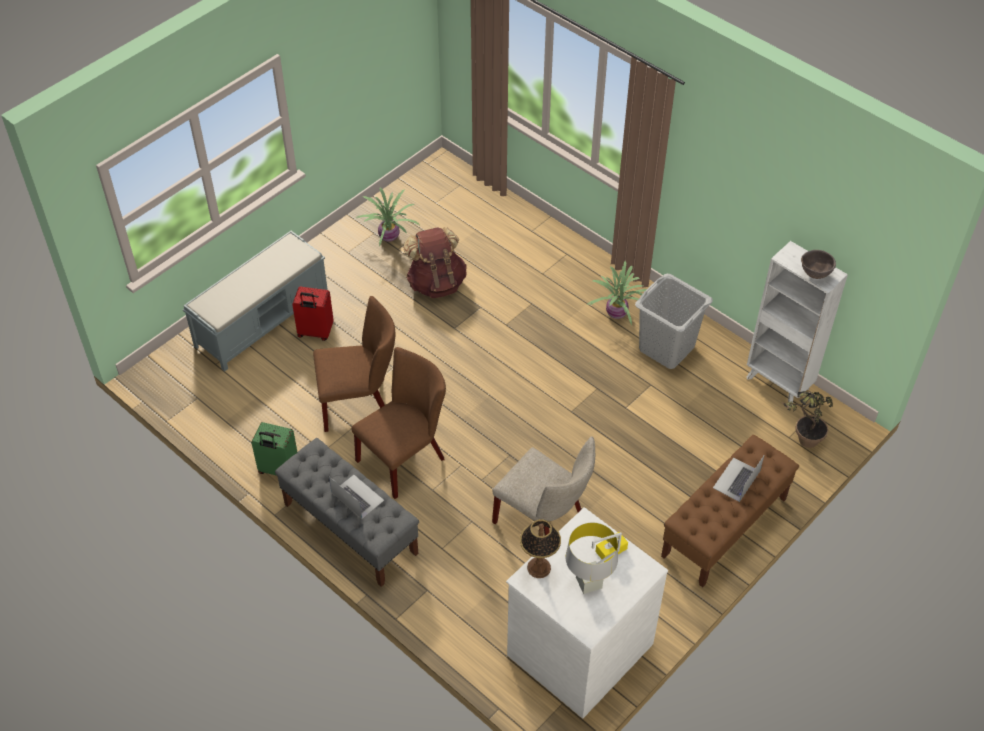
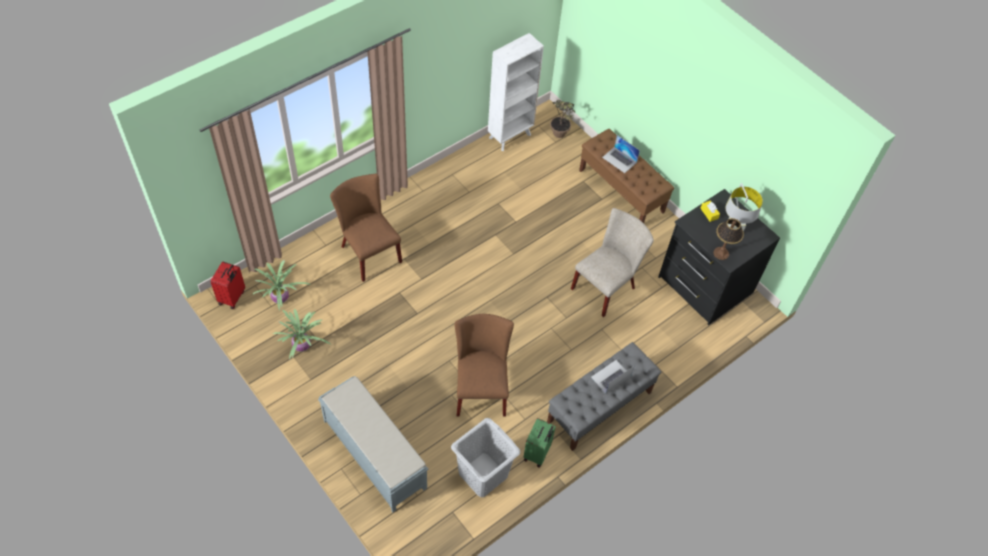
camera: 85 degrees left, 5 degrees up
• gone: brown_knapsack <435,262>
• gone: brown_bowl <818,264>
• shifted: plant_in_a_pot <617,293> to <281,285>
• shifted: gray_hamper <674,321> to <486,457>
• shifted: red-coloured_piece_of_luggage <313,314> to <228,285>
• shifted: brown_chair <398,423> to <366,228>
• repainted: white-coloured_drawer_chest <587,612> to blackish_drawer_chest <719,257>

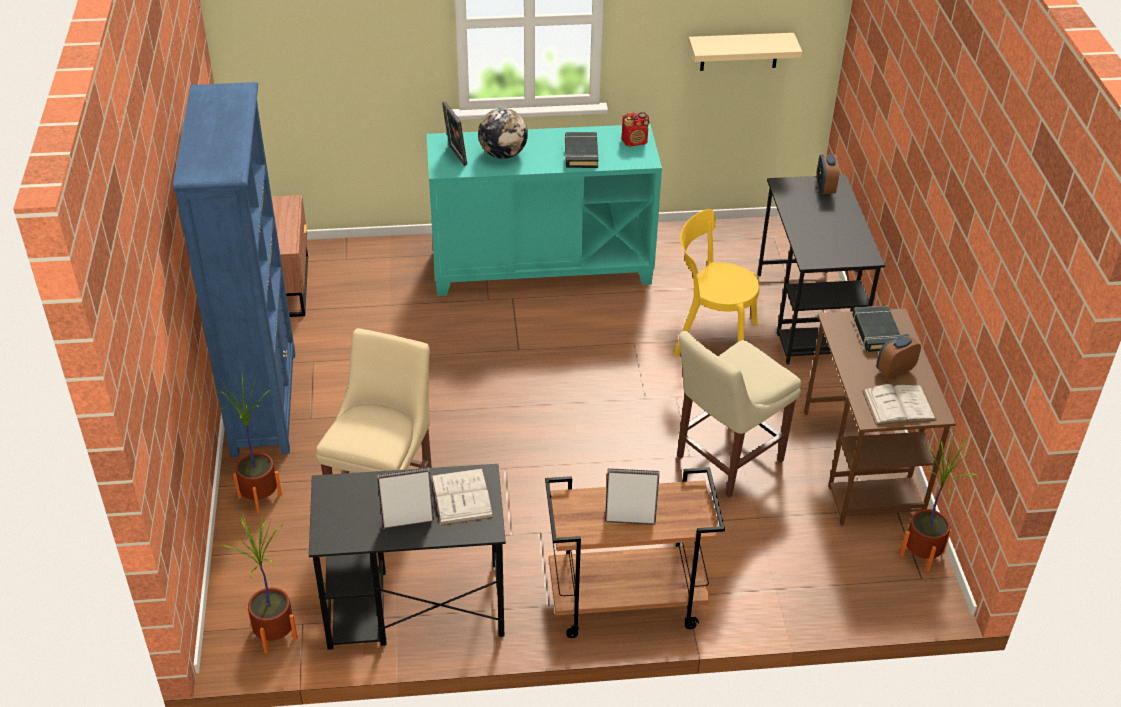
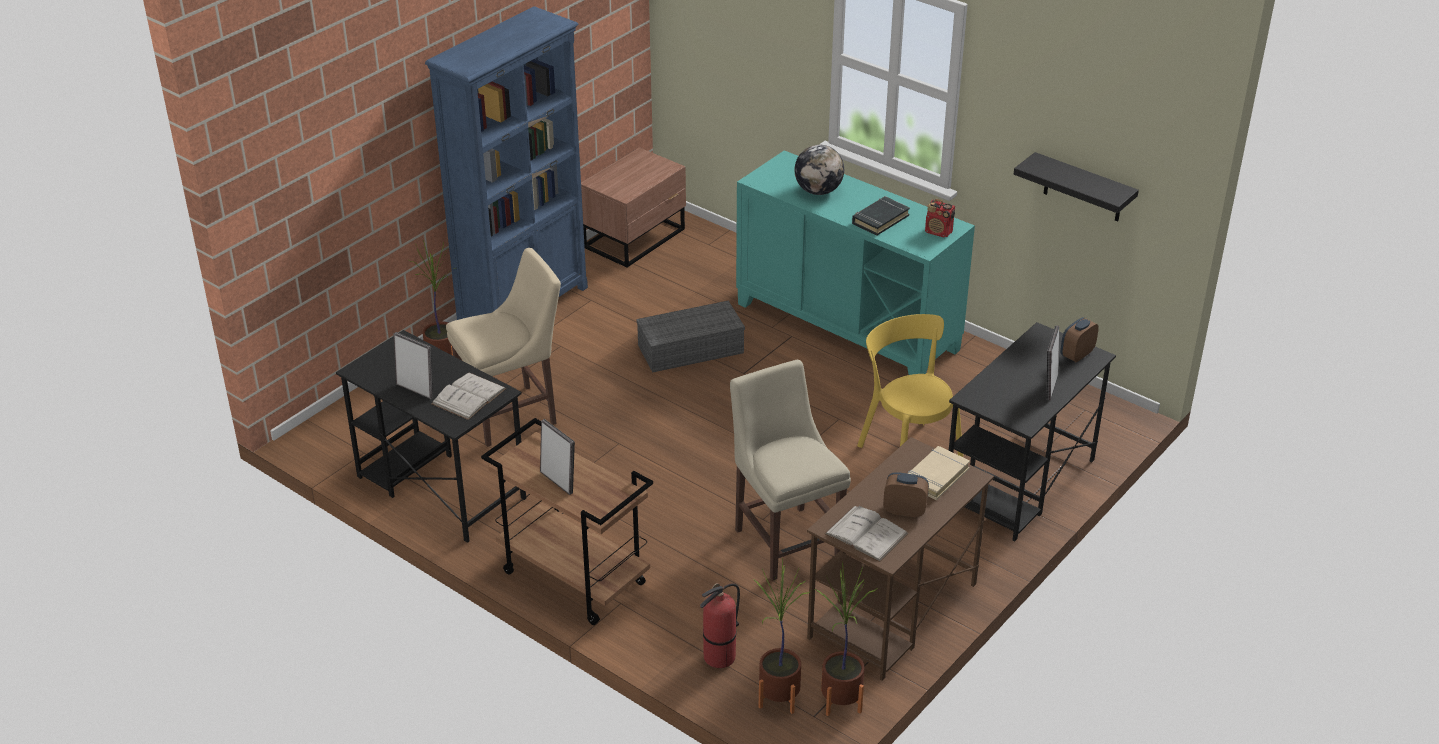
camera: 45 degrees right, 5 degrees down
• repainted: sand-coloured_bracket_shelf <745,52> to blackish_bracket_shelf <1076,187>
• shifted: photo_frame <454,133> to <1052,363>
• repainted: blackish_book <876,329> to sand-coloured_book <939,473>
• rotated: sand-coloured_chair <739,414> = <790,470> 60 degrees clockwise
• shifted: plant_in_a_pot <260,581> to <782,636>
• new: gray_storage_box <690,336>
• new: fire-fighting_cylinder <720,625>

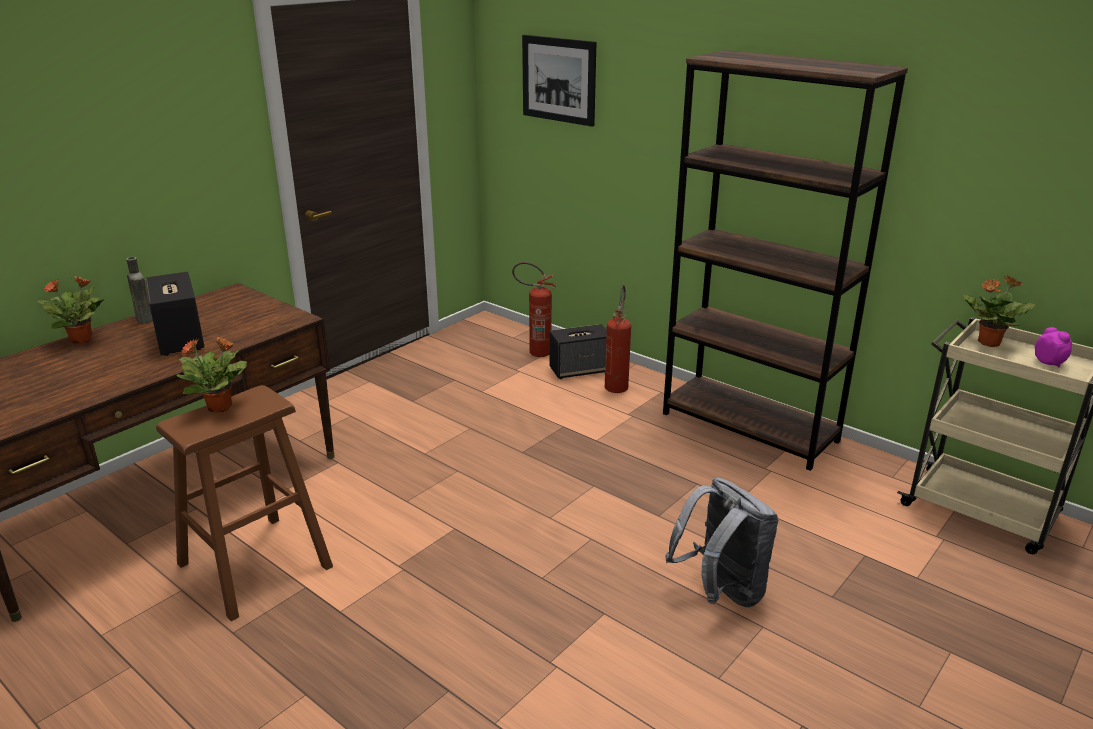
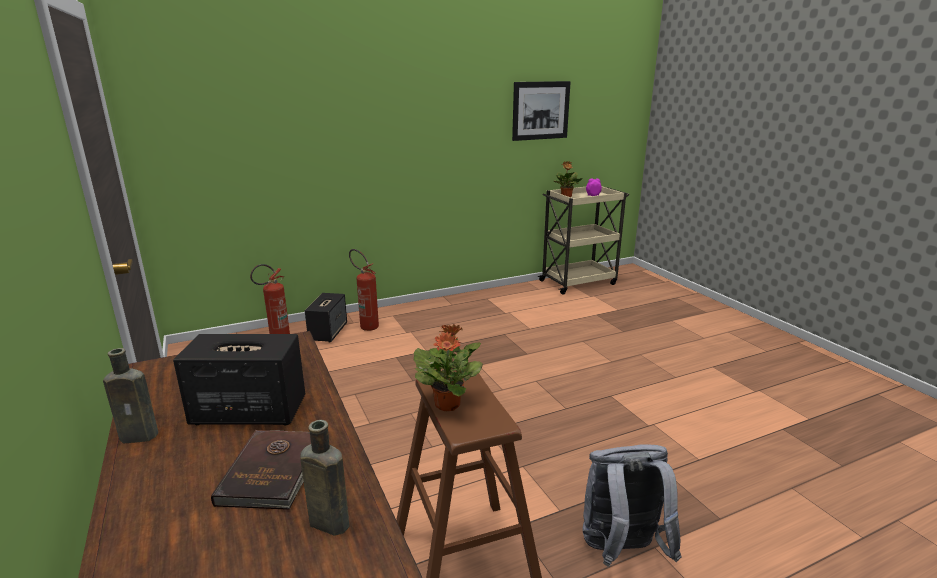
camera: 65 degrees left, 5 degrees down
• shifted: picture <559,81> to <541,111>
• gone: brown_bookcase <785,260>
• gone: plant_in_a_pot <70,310>
• shifted: gray_knapsack <722,542> to <632,505>
• new: brown_drink_bottle <325,478>
• new: brown_book <261,470>

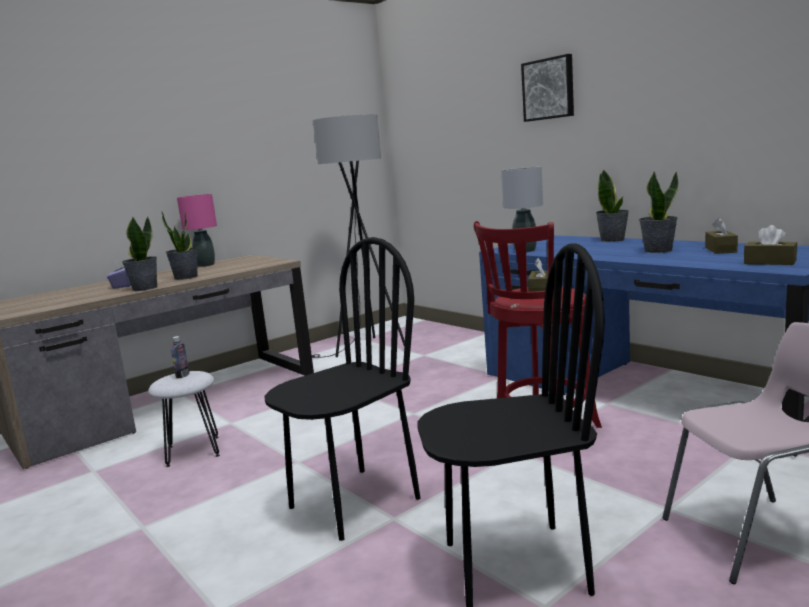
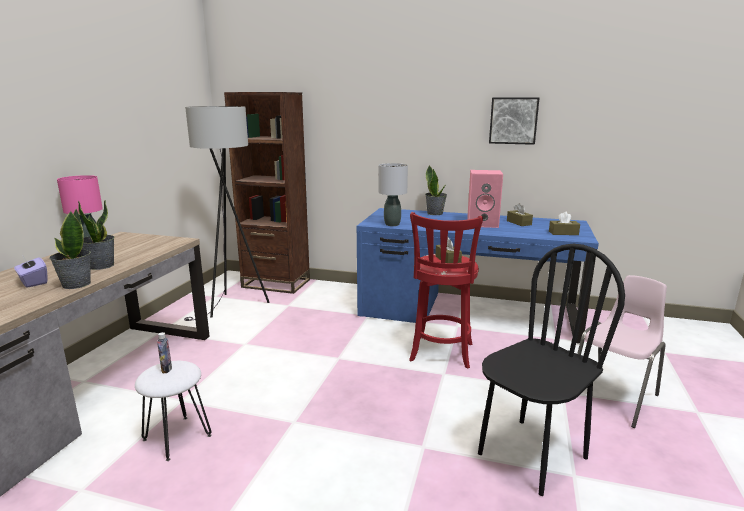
camera: 35 degrees left, 5 degrees up
• shifted: picture <547,88> to <514,121>
• swapped: plant_in_a_pot <658,212> to pinkish_loudspeaker <485,199>
• gone: blackish_chair <342,389>
• new: brown_bookcase <267,193>

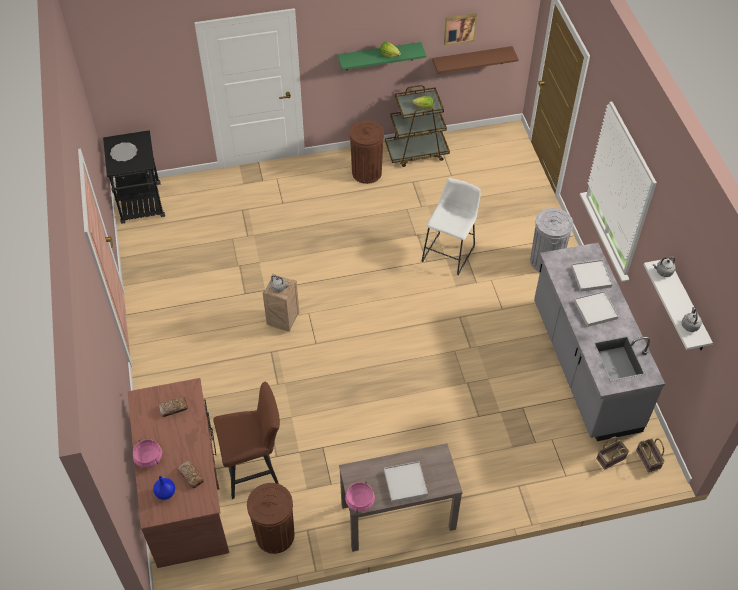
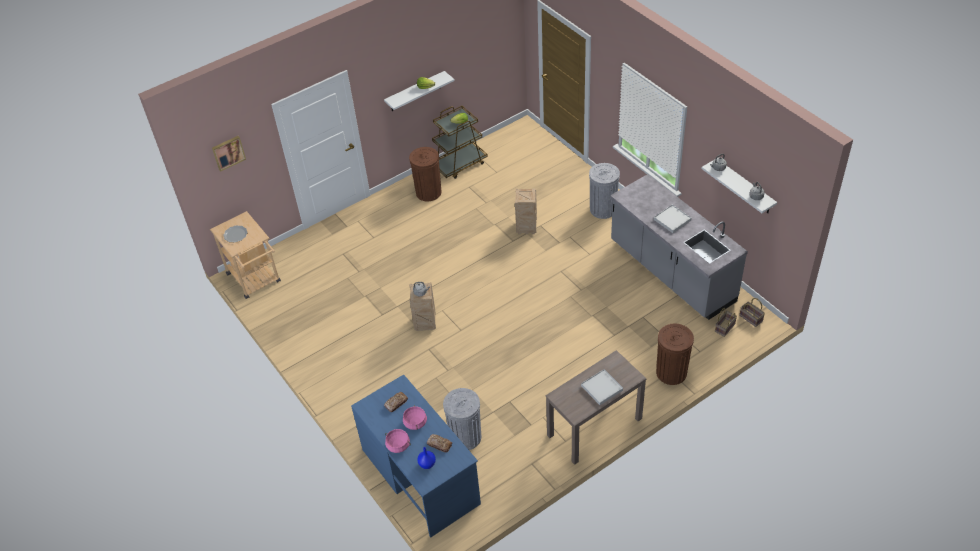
camera: 20 degrees left, 5 degrees down
• shifted: picture <460,29> to <229,154>
• repainted: green-coloured_bracket_shelf <382,56> to white-coloured_bracket_shelf <419,91>
• gone: brown_bracket_shelf <475,60>
• repainted: blackish_trolley <134,177> to sand-coloured_trolley <245,255>
• swapped: white-coloured_stool <451,226> to crate <526,211>
• gone: white-coloured_serving_tray <592,276>
• repainted: brown_desk <178,473> to bluish_desk <416,456>
• swapped: brown_stool <246,440> to gray_rubbish_bin <462,419>
• shifted: pinkish_cooking_pot <360,497> to <415,417>
• shifted: brown_rubbish_bin <270,518> to <675,354>

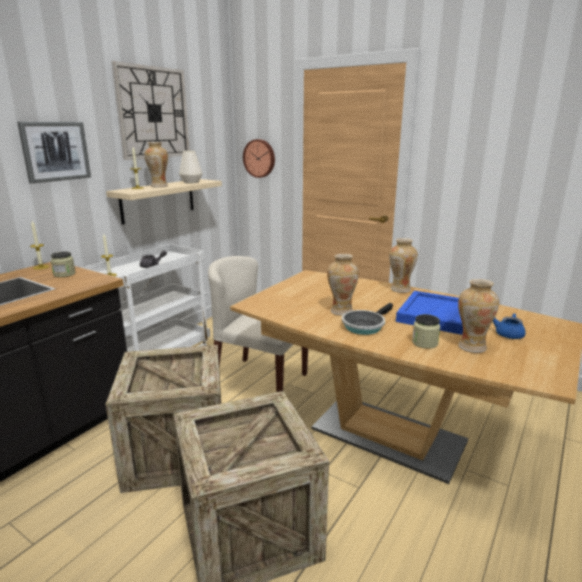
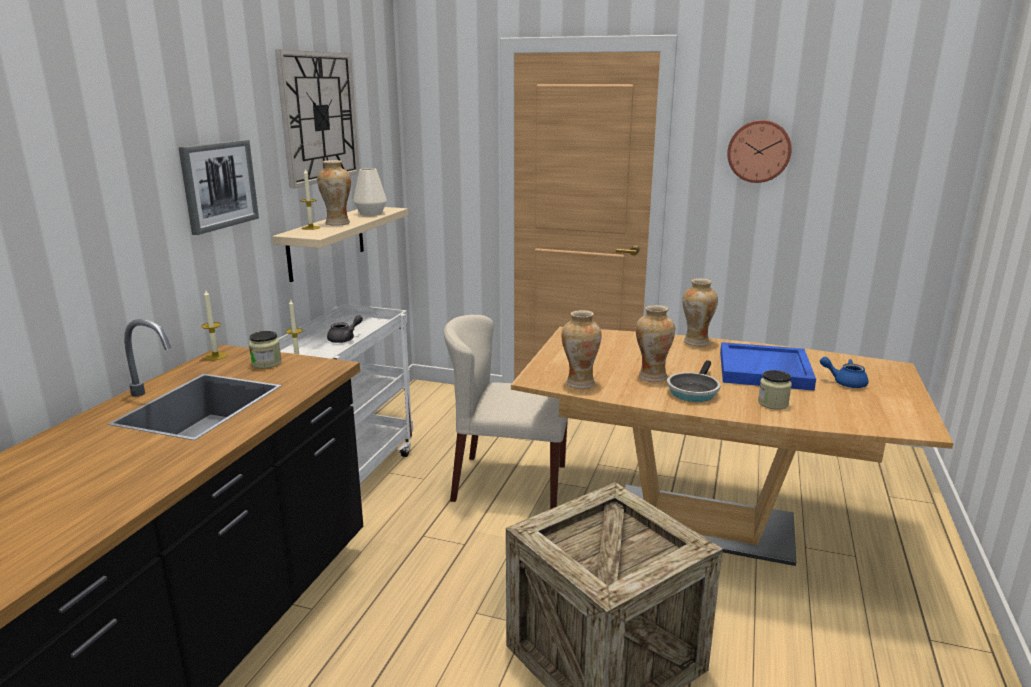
camera: 15 degrees left, 0 degrees up
• shifted: wall_clock <259,158> to <759,151>
• shifted: decorative_vase <478,316> to <581,349>
• gone: crate <163,419>

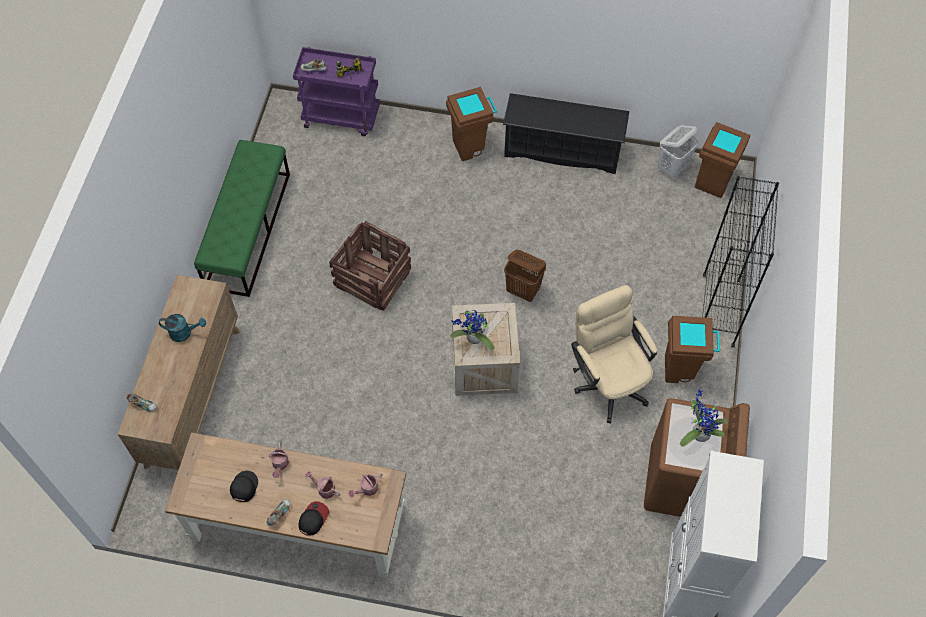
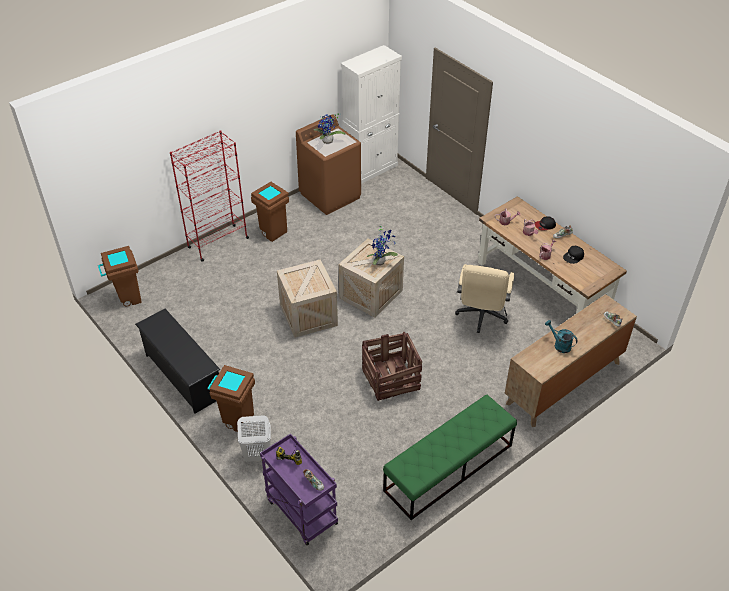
camera: 140 degrees left, 15 degrees down
• shifted: white-coloured_hamper <678,152> to <254,438>
• repainted: blackish_bookcase <740,262> to red-coloured_bookcase <209,196>
• swapped: brown_hamper <525,276> to crate <307,299>
• shifted: sand-coloured_computer_chair <614,354> to <484,298>

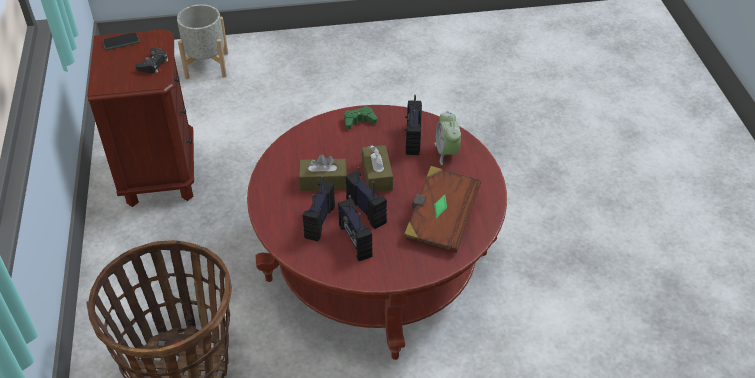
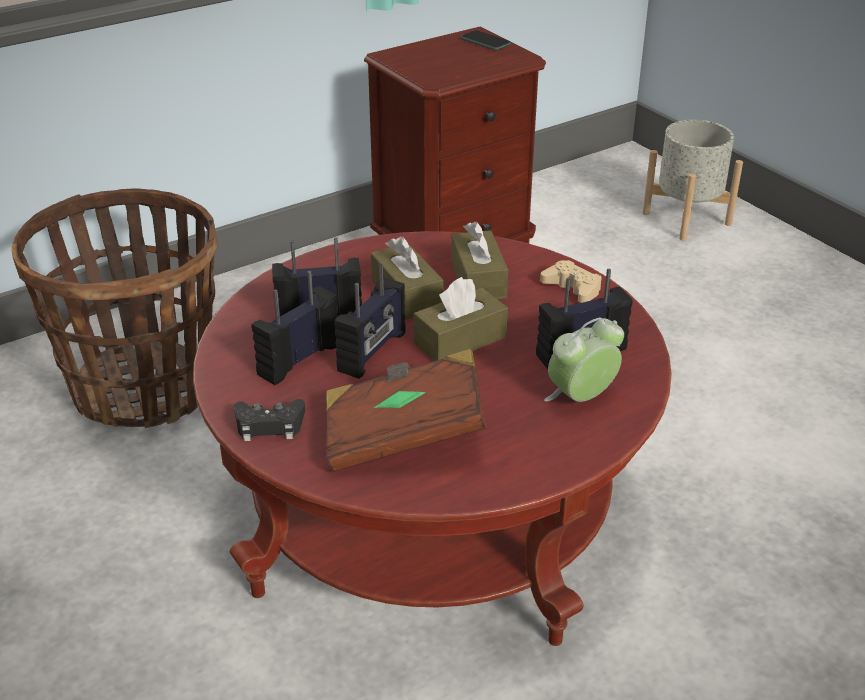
camera: 65 degrees right, 10 degrees down
• shifted: blackish_gamepad <151,61> to <269,420>
• repainted: green-coloured_gamepad <360,117> to sand-coloured_gamepad <571,281>
• new: brown_tissue_box <479,260>

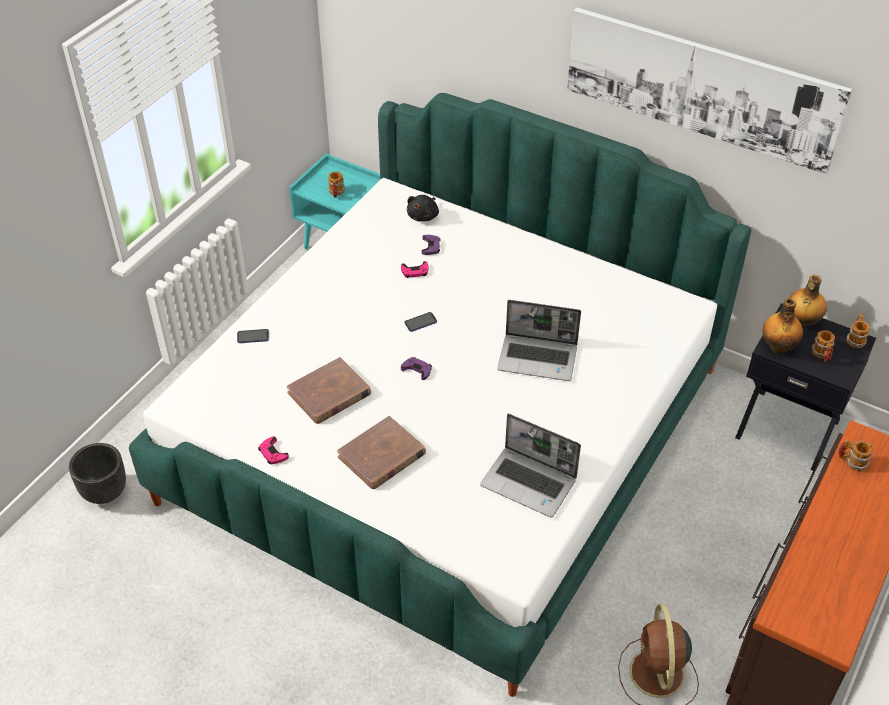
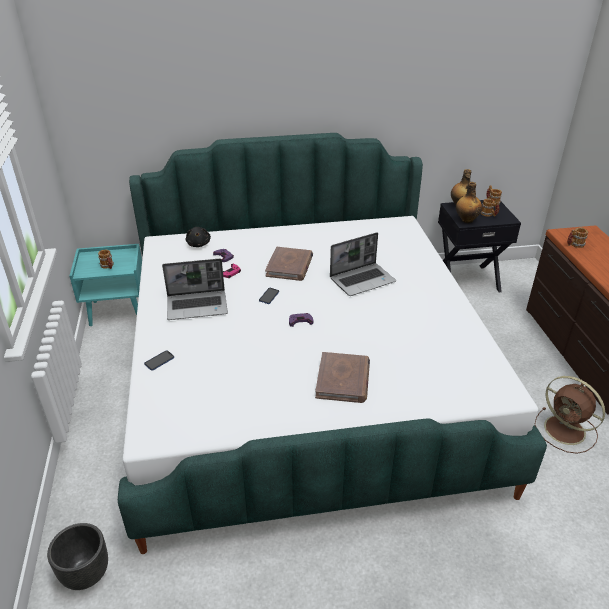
camera: 40 degrees left, 10 degrees down
• gone: picture <709,91>
• shifted: brown_book <329,390> to <289,264>
• shifted: laptop <530,465> to <195,289>
• gone: pinkish_gamepad <273,450>

